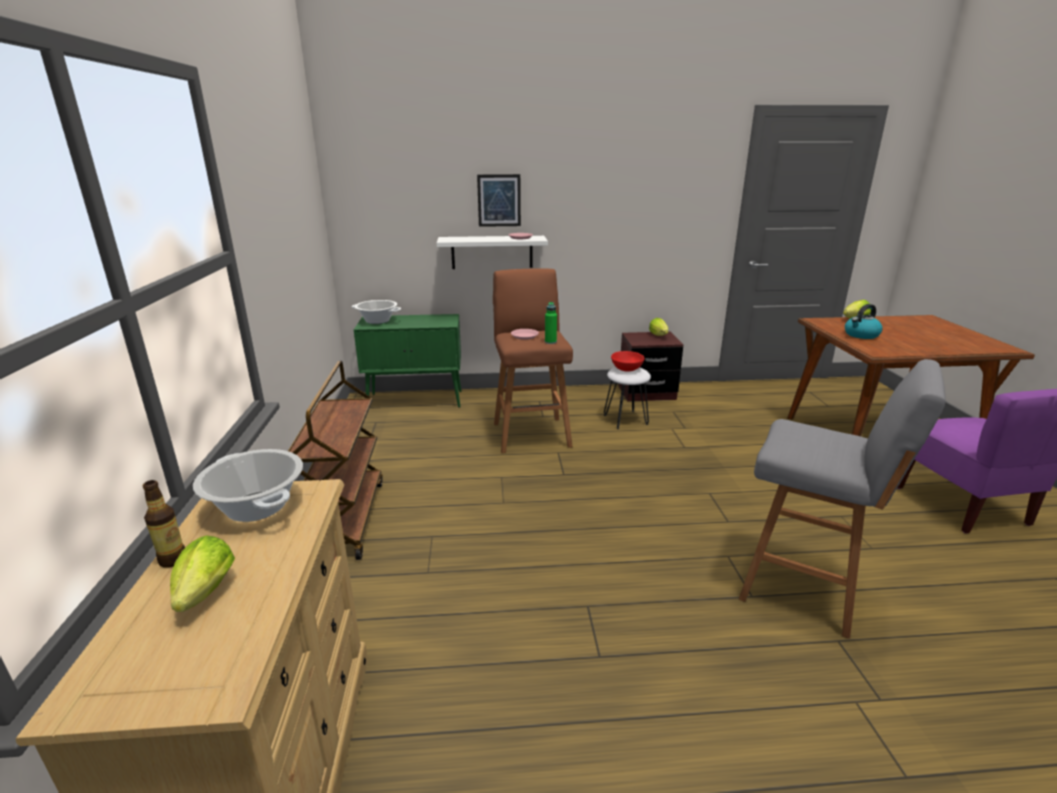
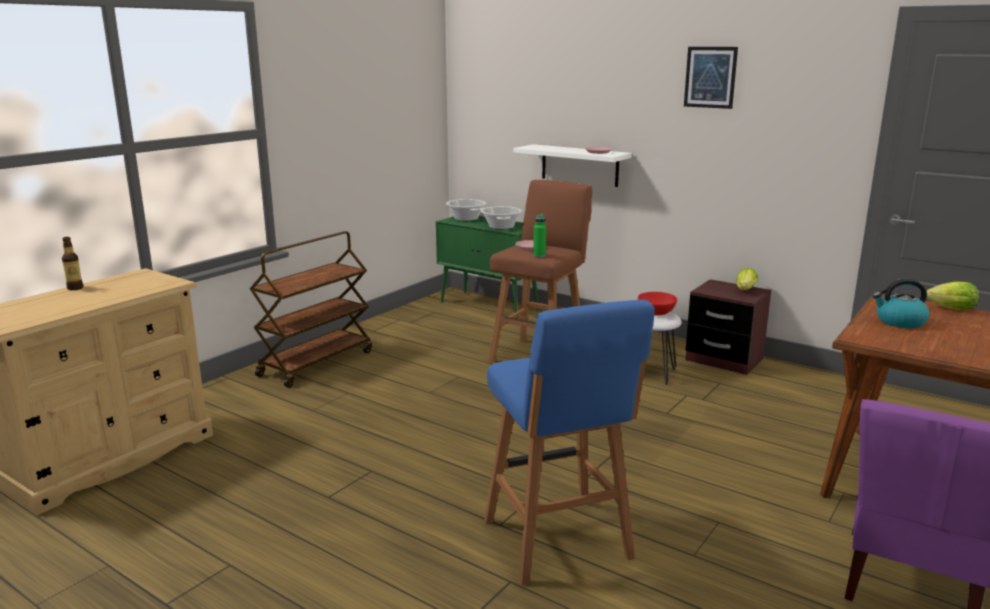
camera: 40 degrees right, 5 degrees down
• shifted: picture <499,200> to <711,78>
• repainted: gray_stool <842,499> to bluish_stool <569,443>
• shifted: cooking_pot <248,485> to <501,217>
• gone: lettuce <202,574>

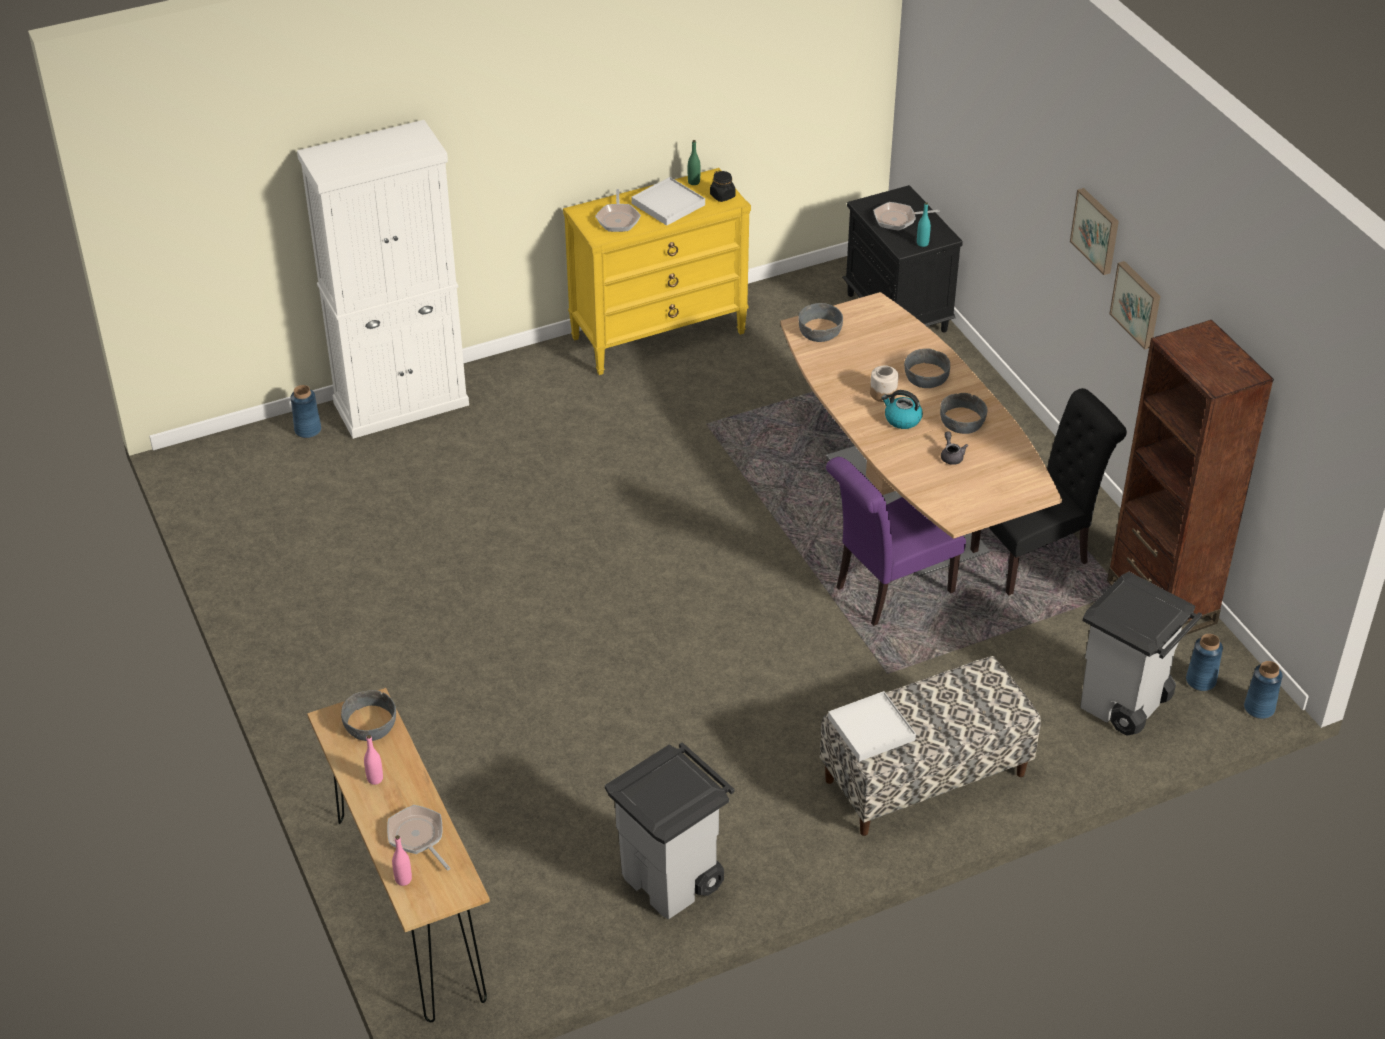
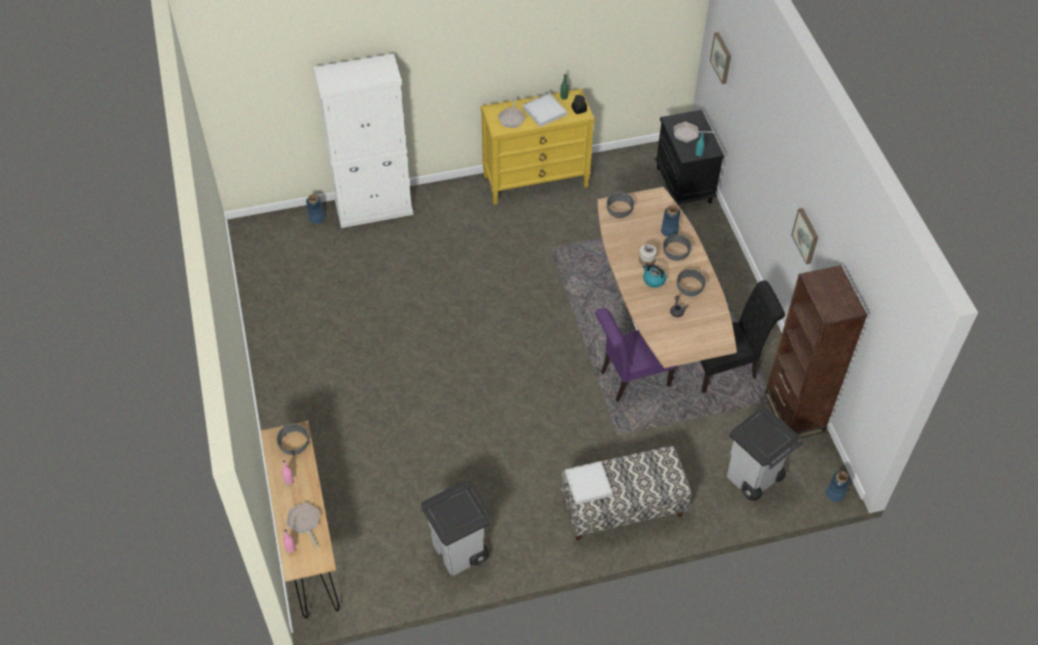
camera: 10 degrees right, 10 degrees up
• shifted: picture <1094,231> to <720,58>
• shifted: bluish_decorative_vase <1204,662> to <670,221>

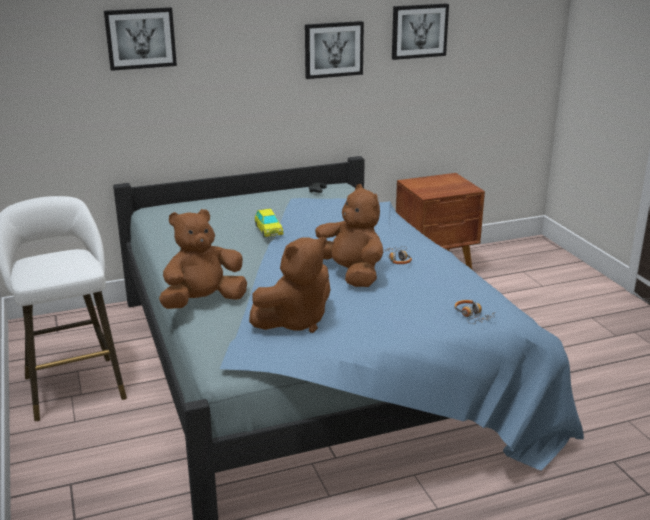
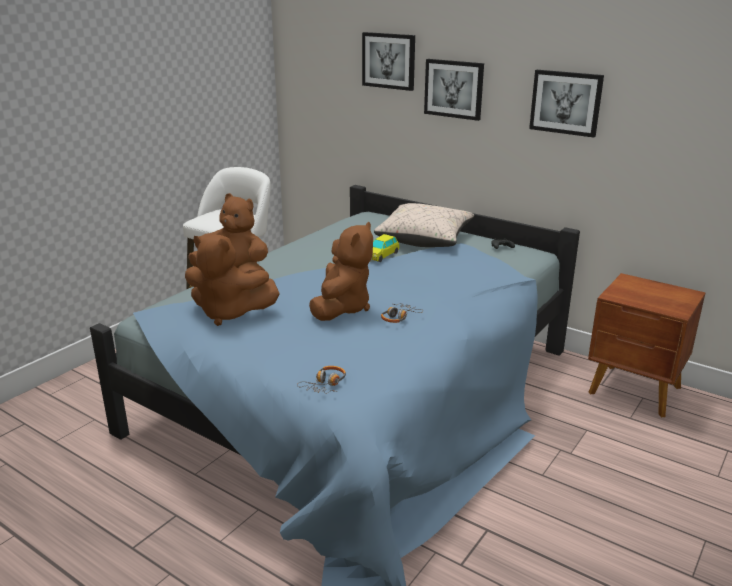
camera: 55 degrees right, 0 degrees up
• shifted: picture <420,31> to <454,90>
• new: sand-coloured_cushion <424,225>

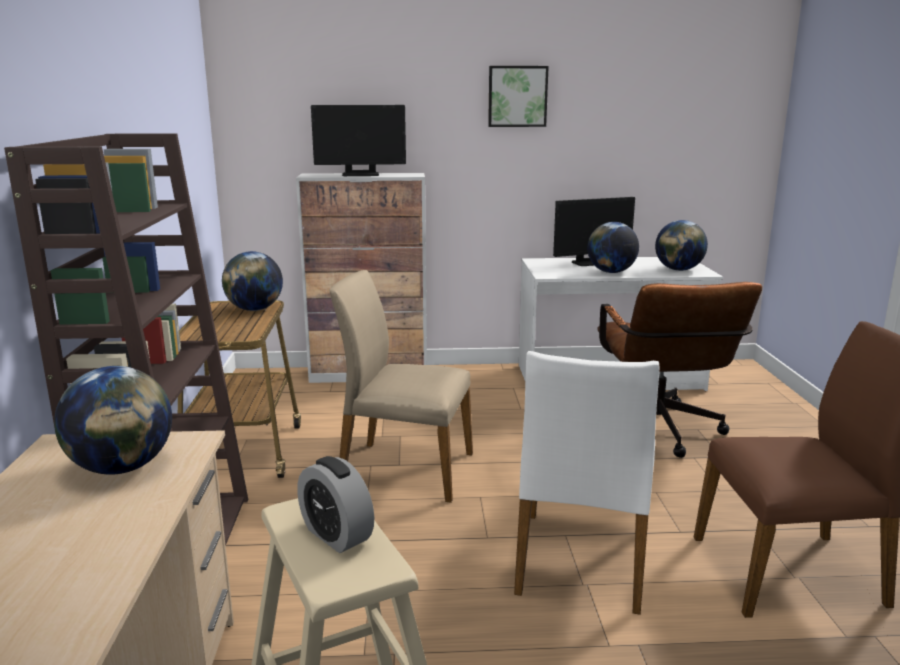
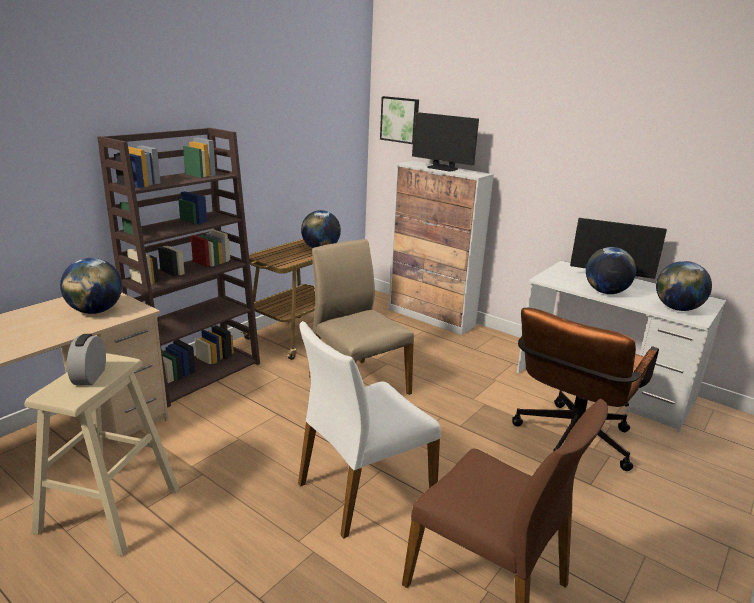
camera: 40 degrees right, 5 degrees up
• shifted: picture <518,96> to <399,120>

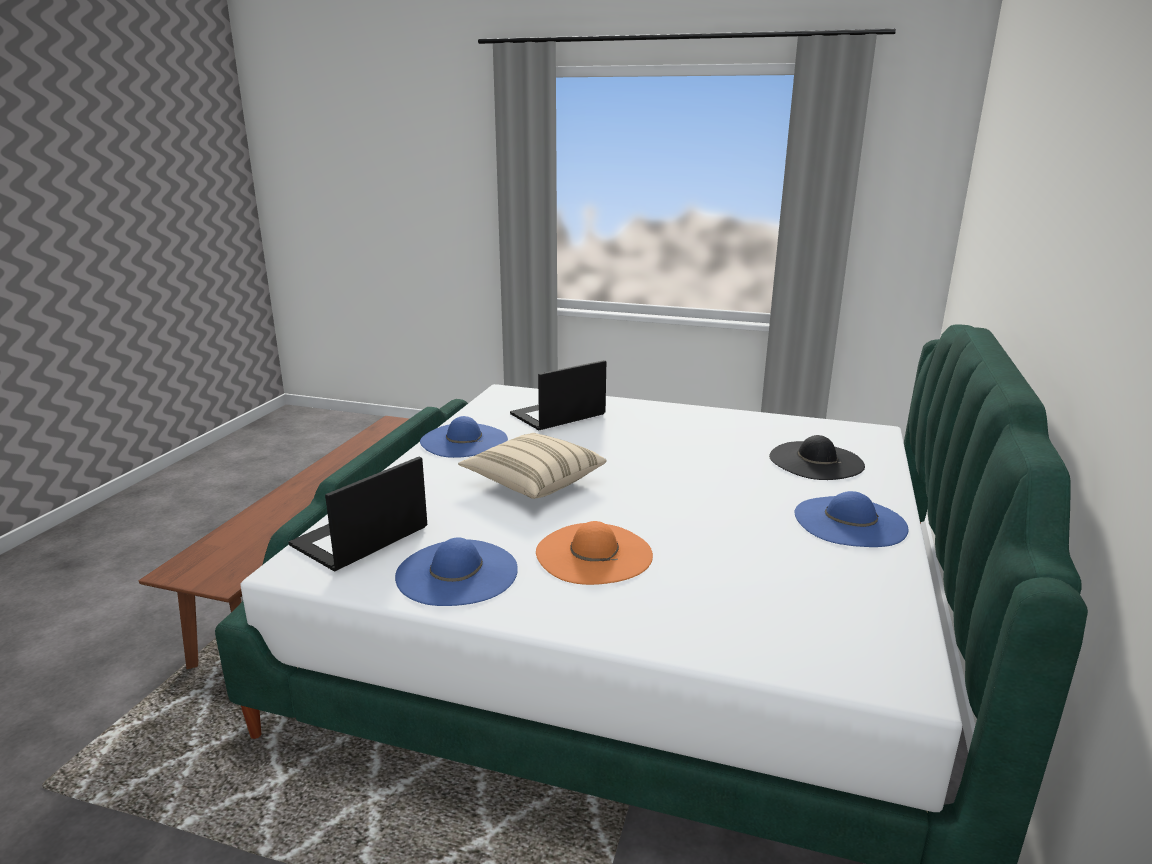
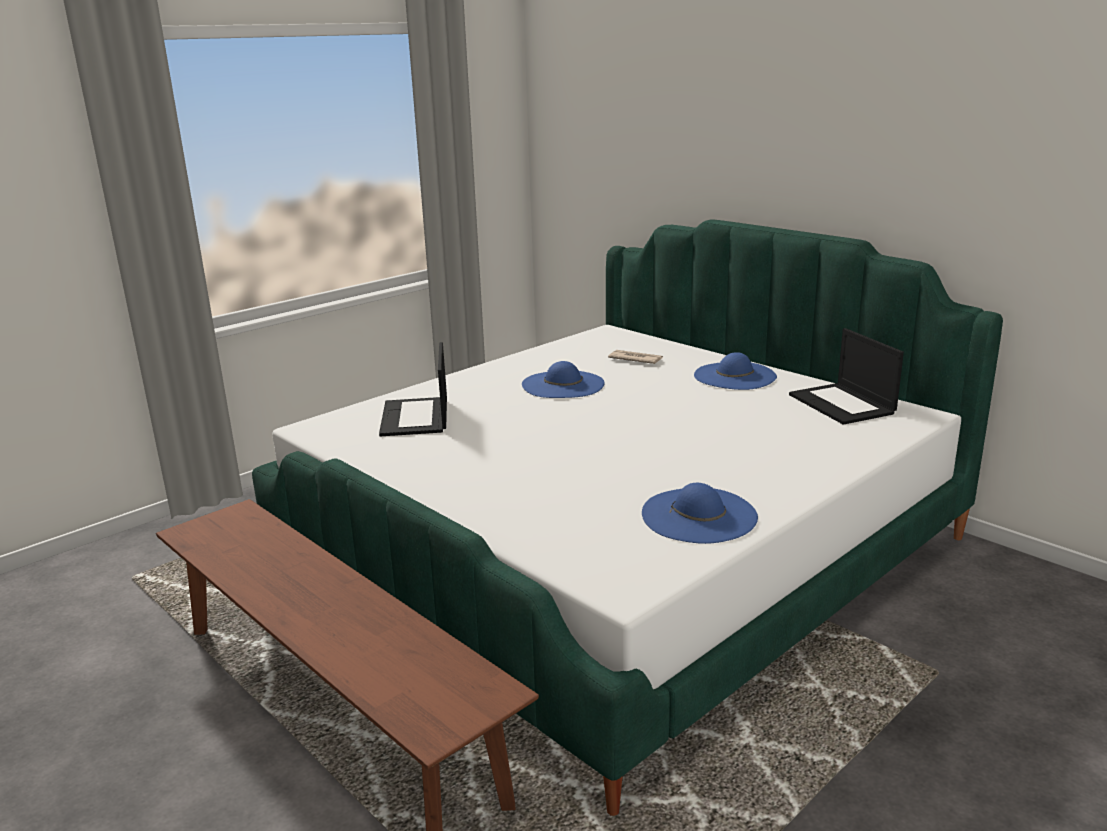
camera: 60 degrees left, 0 degrees up
• shifted: bluish_clothing_hat <464,437> to <563,379>
• gone: sand-coloured_cushion <532,466>
• swapped: blackish_clothing_hat <817,457> to printed_paper <635,357>
• shifted: laptop <358,514> to <846,376>
• gone: orange_clothing_hat <594,553>

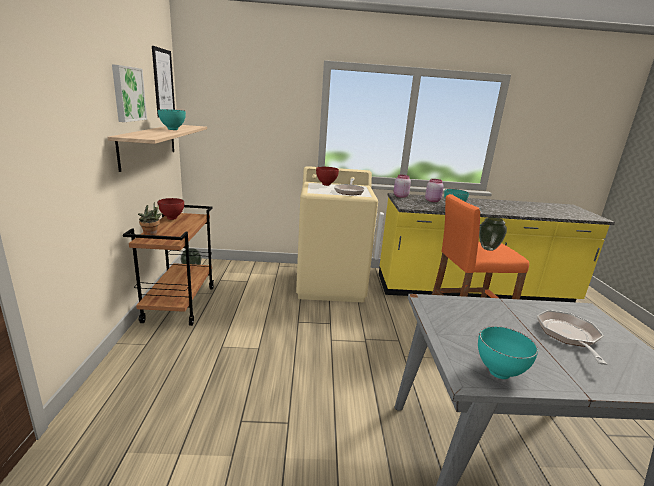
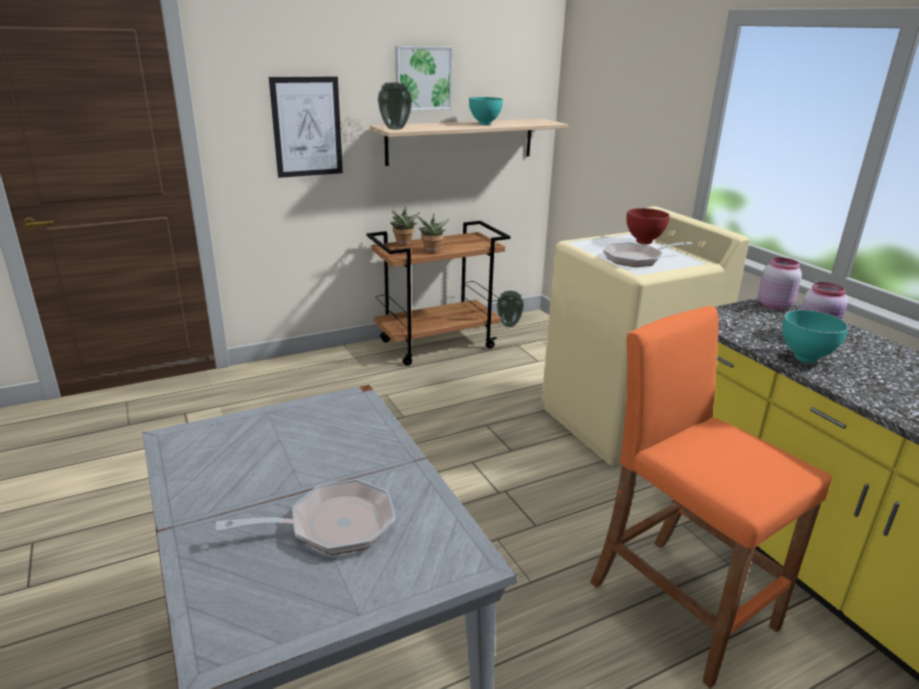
camera: 65 degrees right, 5 degrees up
• shifted: picture <163,81> to <306,127>
• gone: red-coloured_bowl <170,209>
• shifted: decorative_vase <493,234> to <395,106>
• gone: turquoise_bowl <508,352>
• new: plant_in_a_pot <433,233>

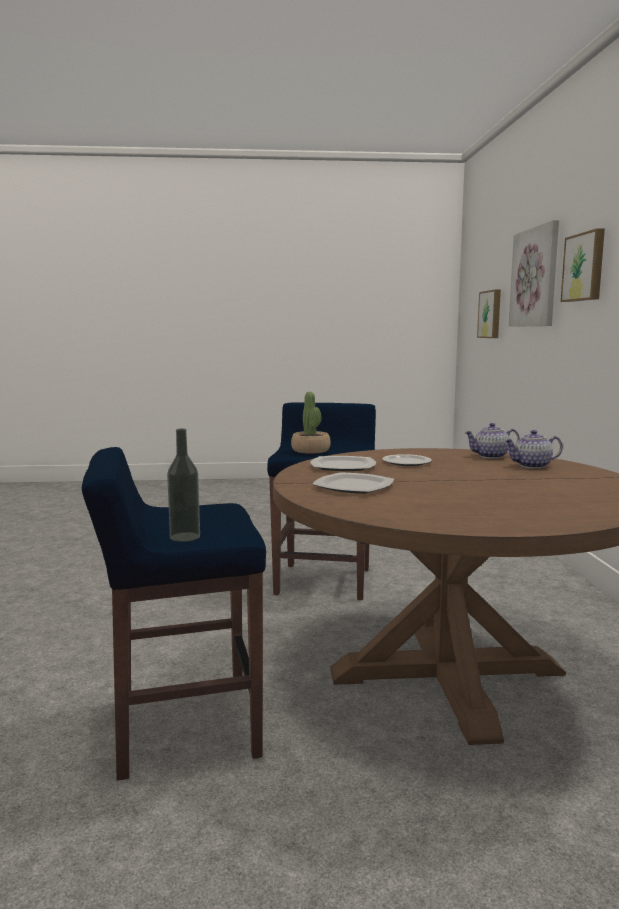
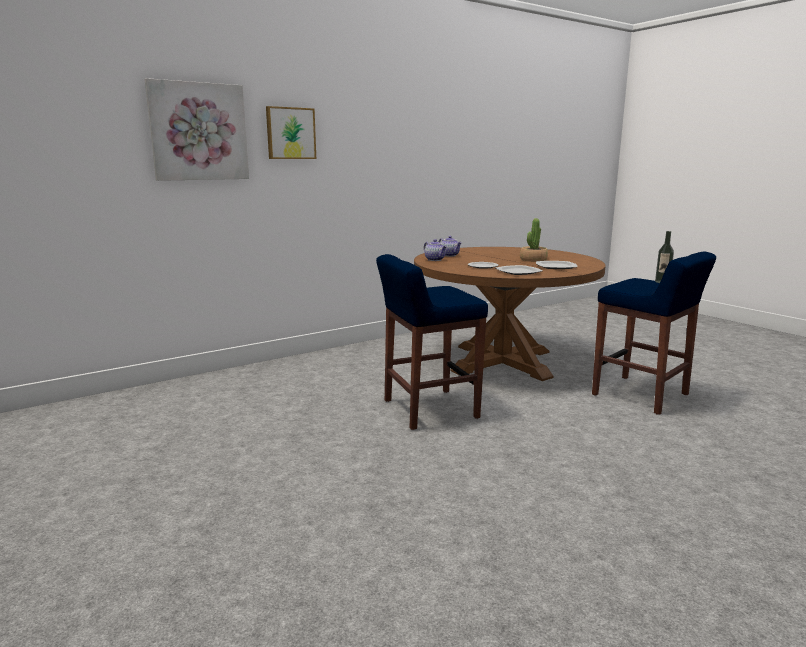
camera: 120 degrees left, 5 degrees up
• gone: picture <489,314>
• shifted: plant_in_a_pot <311,422> to <534,240>

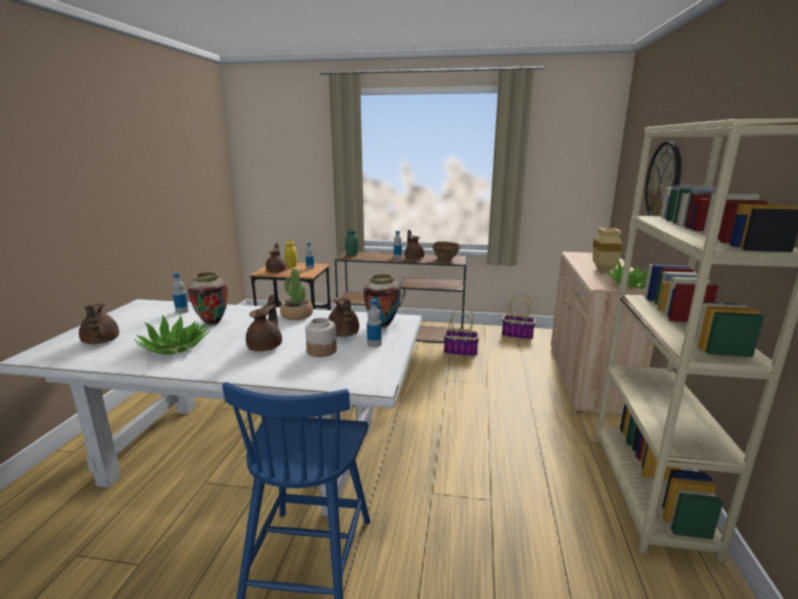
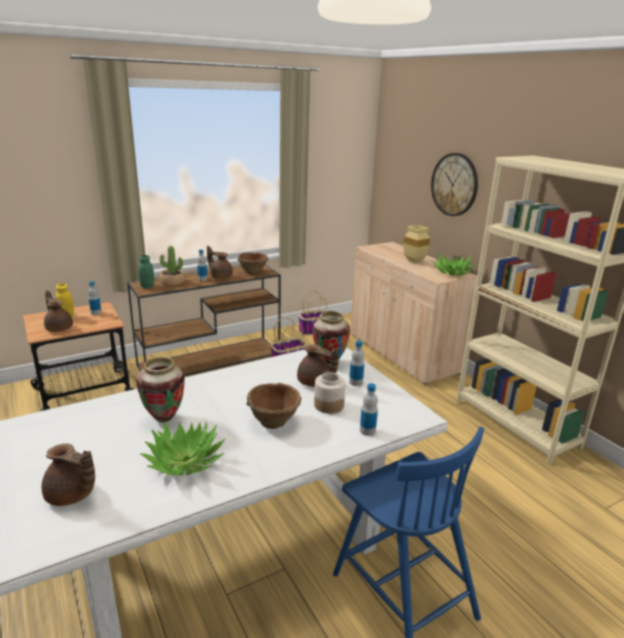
camera: 40 degrees left, 5 degrees up
• shifted: plant_in_a_pot <296,294> to <172,266>
• shifted: drink_bottle <180,293> to <369,409>
• swapped: brown_teapot <264,323> to brown_bowl <274,406>

